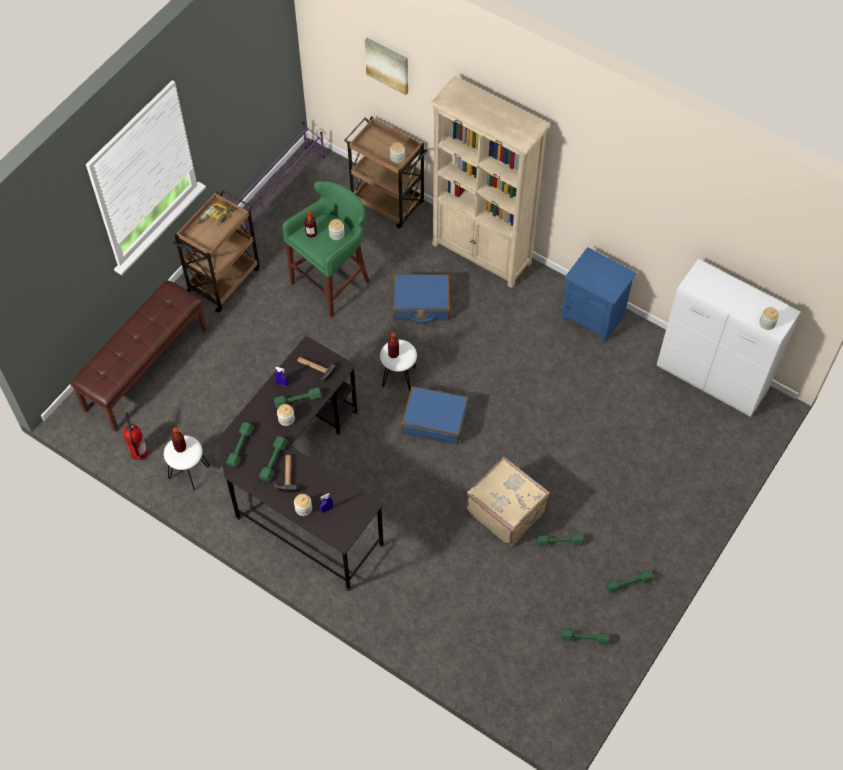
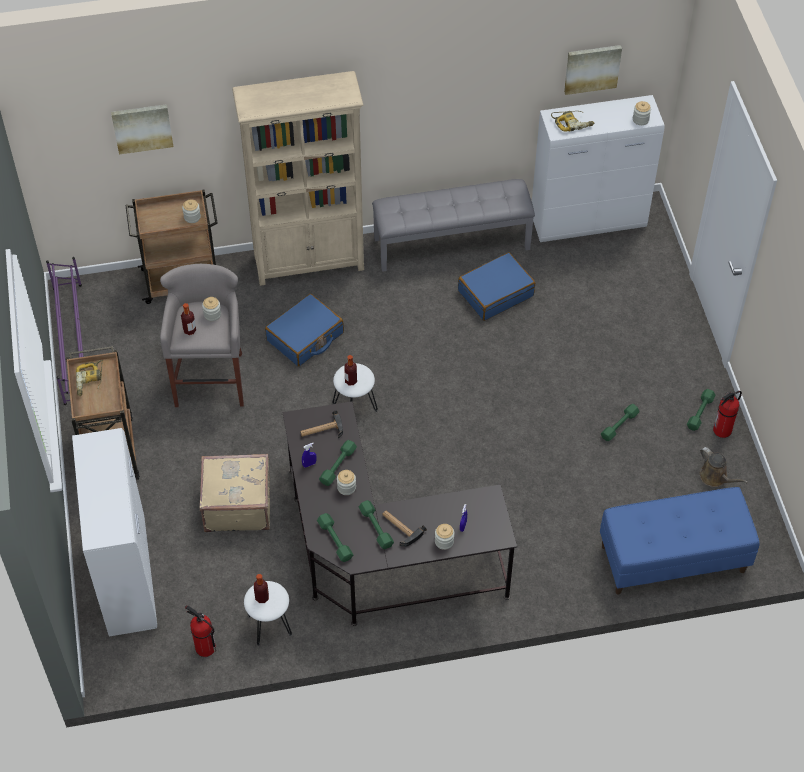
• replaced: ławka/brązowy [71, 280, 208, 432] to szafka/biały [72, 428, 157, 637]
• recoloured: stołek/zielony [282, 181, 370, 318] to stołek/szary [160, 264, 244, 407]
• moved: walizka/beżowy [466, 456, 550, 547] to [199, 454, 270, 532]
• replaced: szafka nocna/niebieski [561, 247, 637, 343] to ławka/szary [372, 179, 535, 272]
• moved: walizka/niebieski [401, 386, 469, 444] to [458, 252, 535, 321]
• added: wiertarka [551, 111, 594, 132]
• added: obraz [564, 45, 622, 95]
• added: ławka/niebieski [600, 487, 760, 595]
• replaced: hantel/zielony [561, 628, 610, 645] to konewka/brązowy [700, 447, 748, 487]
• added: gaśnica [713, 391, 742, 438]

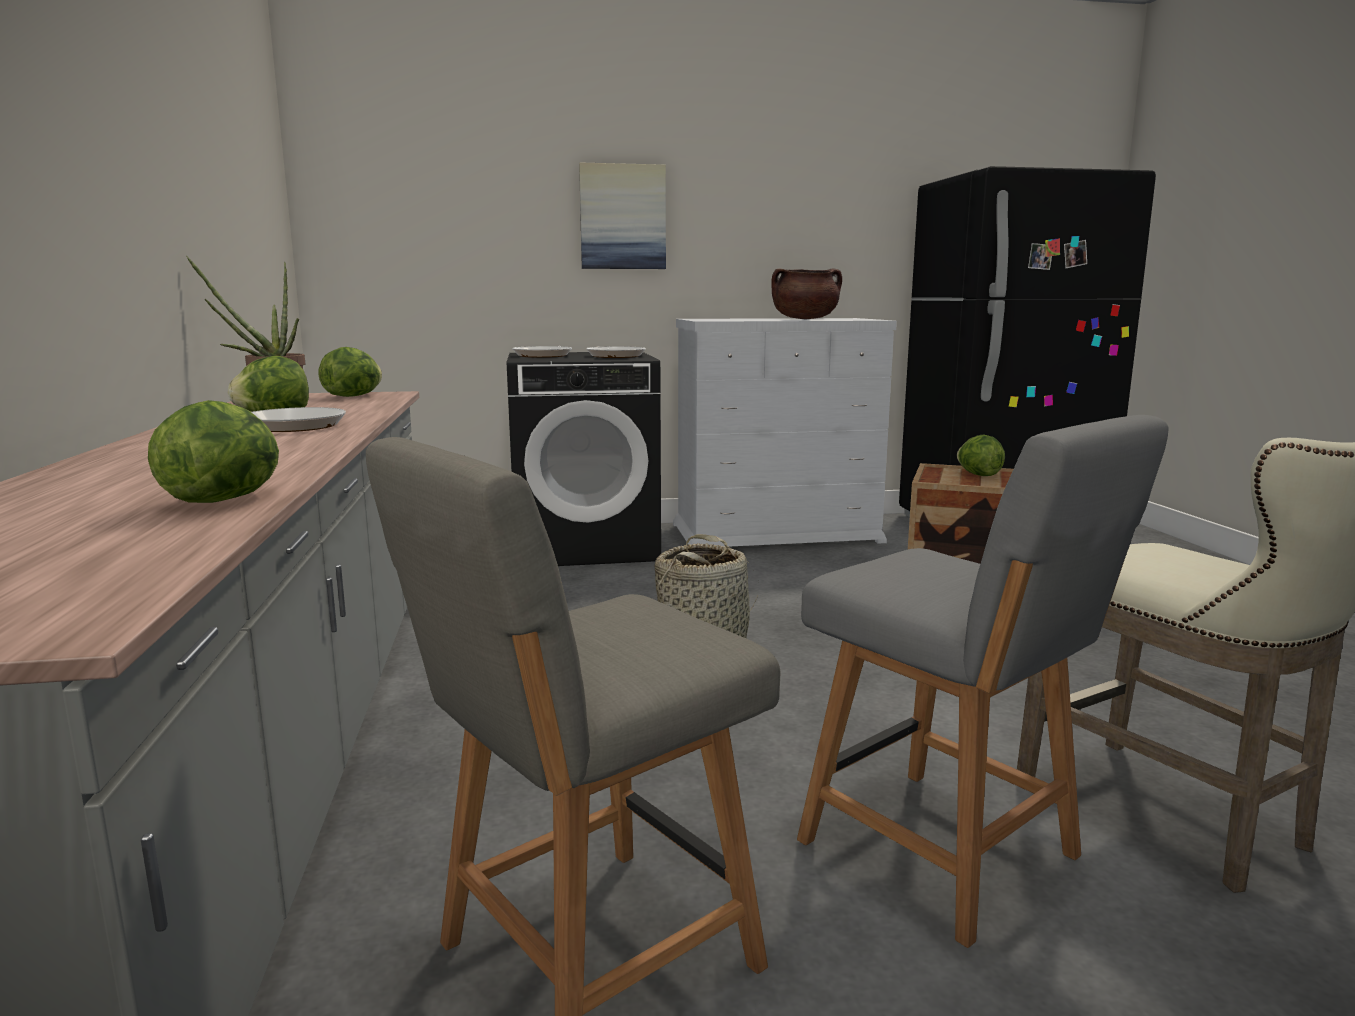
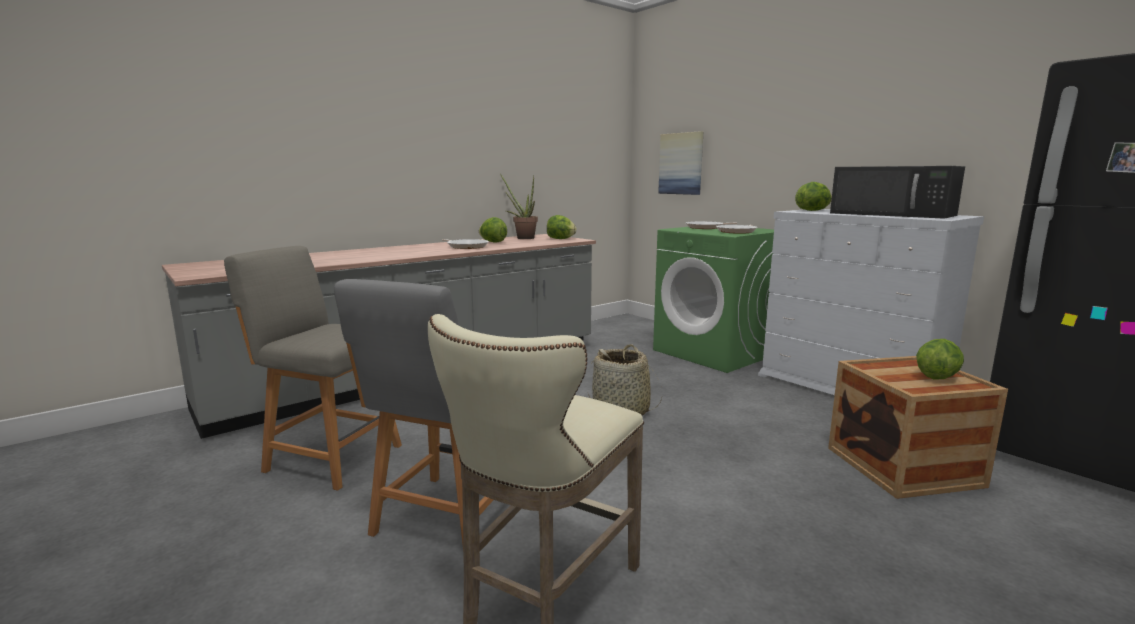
• recoloured: pralka/czarny [507, 352, 661, 566] to pralka/zielony [653, 227, 774, 373]
• moved: obraz [579, 163, 666, 269] to [658, 131, 703, 195]
• moved: sałata [148, 400, 279, 503] to [795, 182, 832, 211]
• replaced: garnek/brązowy [771, 268, 842, 319] to mikrofalówka/czarny [830, 166, 965, 219]

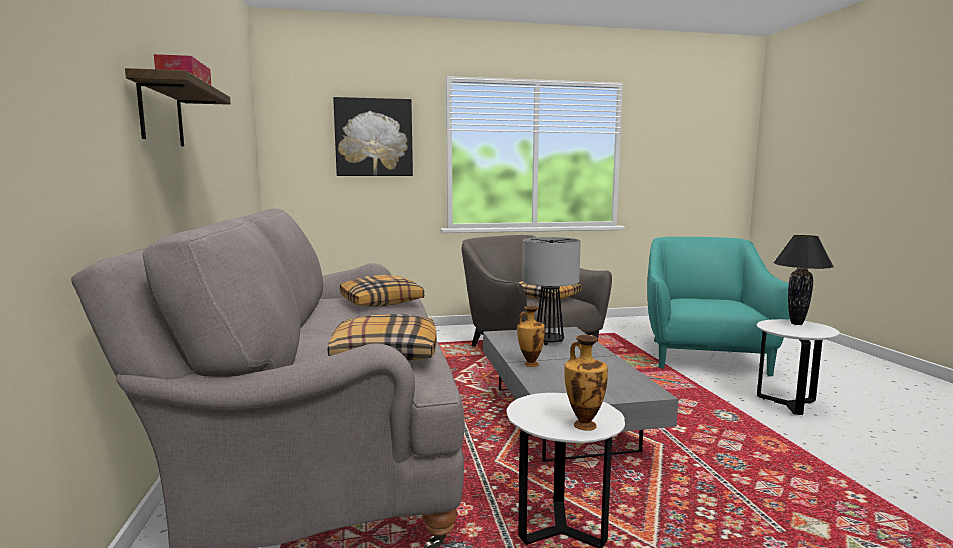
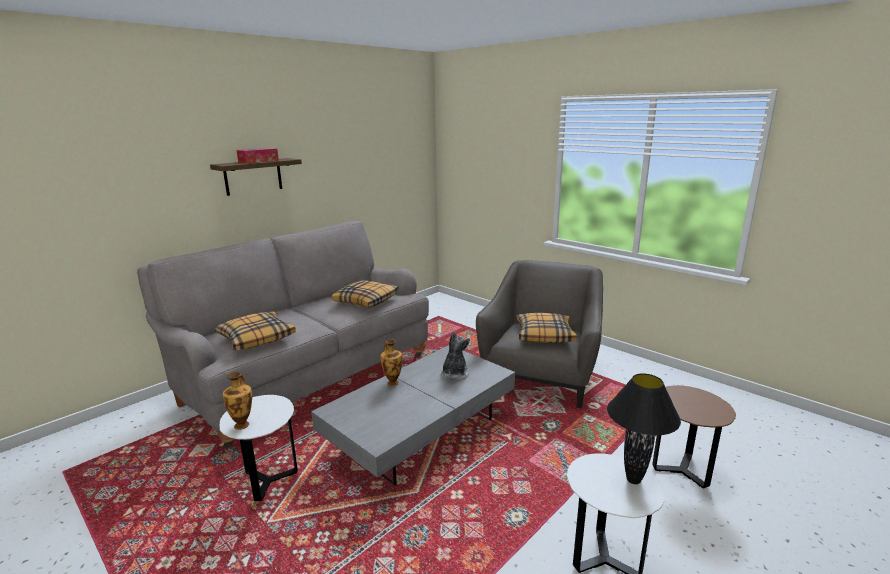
• replaced: lampa stołowa [522, 237, 581, 345] to pluszak [441, 331, 470, 380]
• replaced: fotel/turkusowy [647, 237, 790, 376] to stolik/brązowy [652, 385, 736, 488]
• removed: obraz [333, 97, 413, 176]

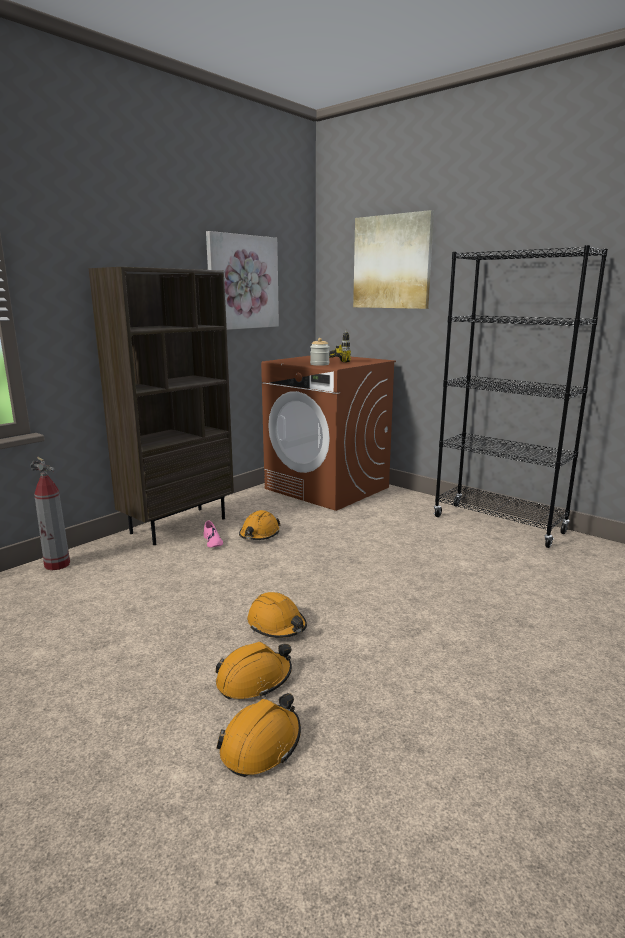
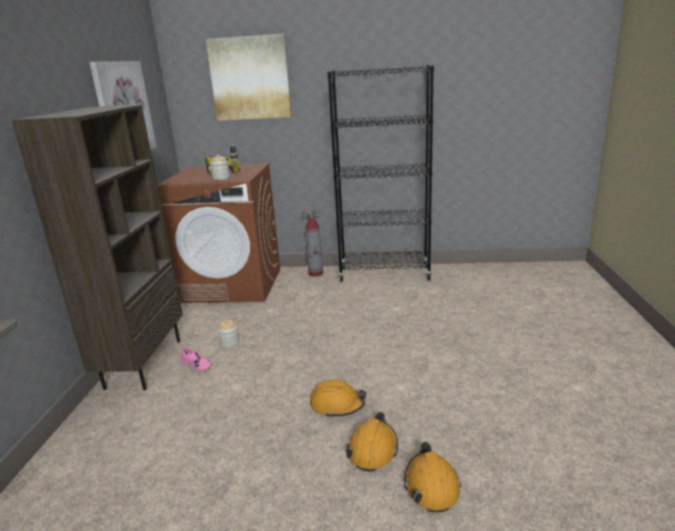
• replaced: kask/pomarańczowy [239, 510, 281, 540] to słoik [218, 320, 239, 348]
• moved: gaśnica [30, 457, 70, 570] to [302, 207, 323, 277]

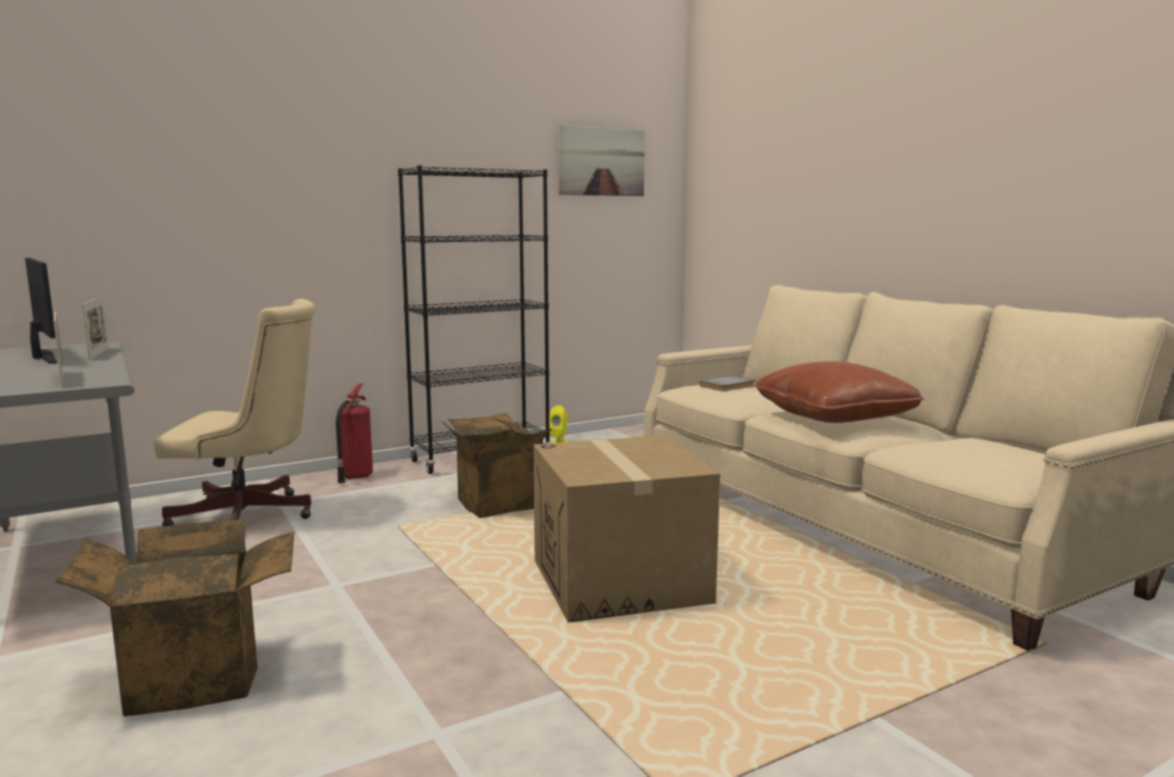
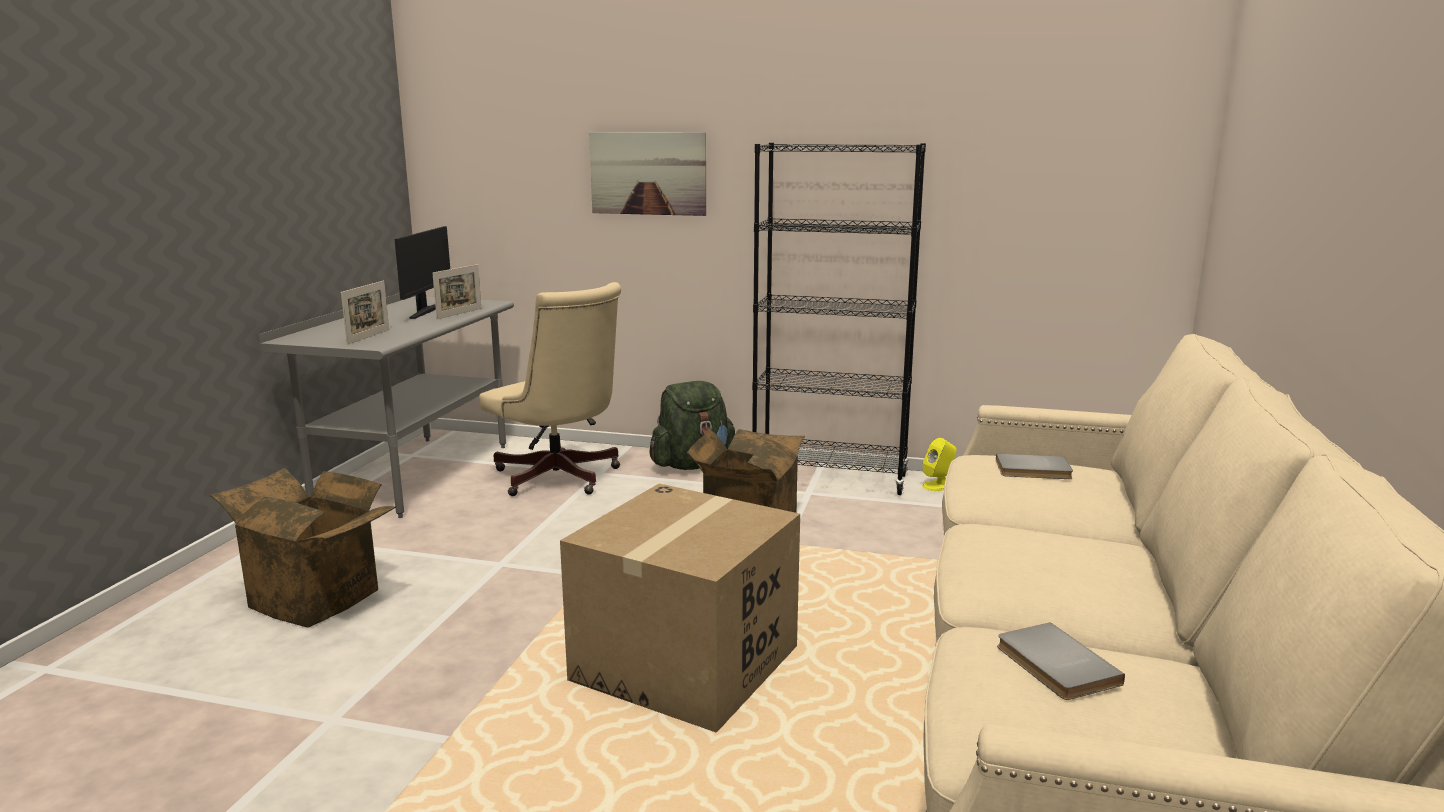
• moved: obraz [558, 125, 645, 196] to [589, 132, 706, 216]
• replaced: gaśnica [336, 383, 373, 483] to plecak/zielony [649, 381, 735, 470]
• added: książka/szary [997, 622, 1125, 700]
• removed: poduszka/brązowy [755, 361, 924, 423]

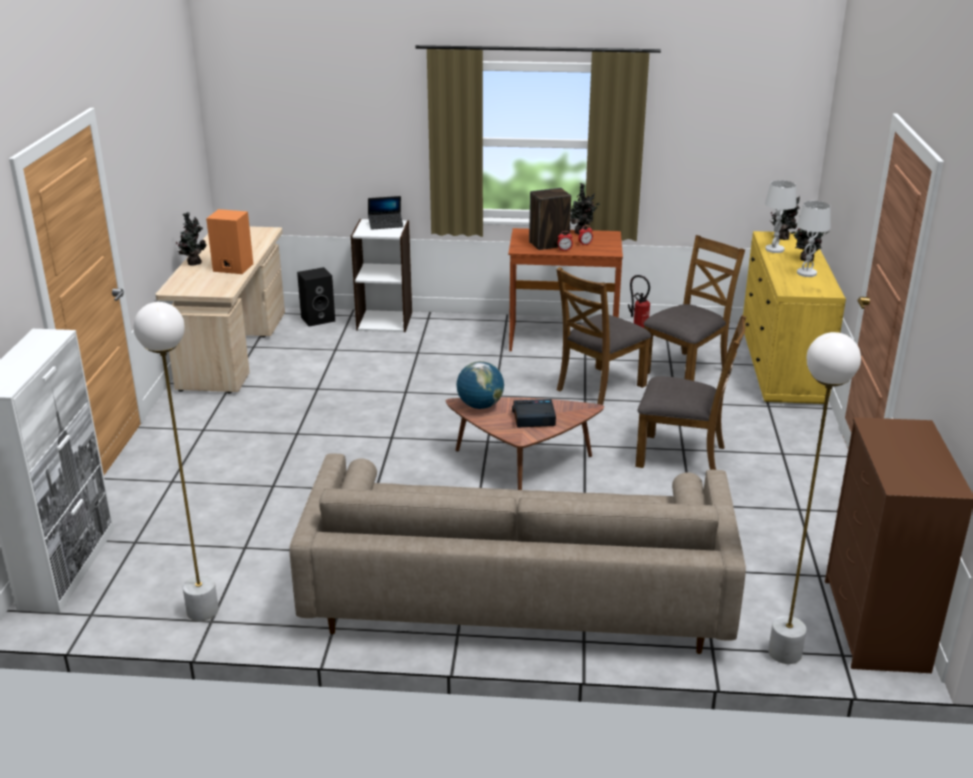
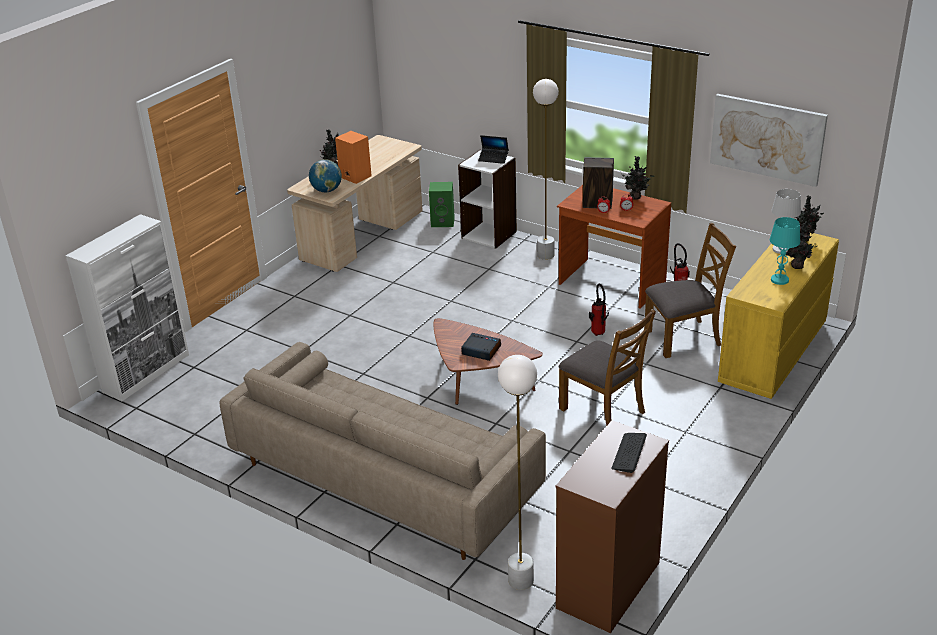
• moved: globus [457, 361, 504, 409] to [309, 159, 342, 192]
• recoloured: głośnik/czarny [297, 267, 335, 327] to głośnik/zielony [429, 182, 455, 227]
• moved: lampa stojąca/biały [134, 302, 219, 621] to [533, 79, 559, 260]
• replaced: krzesło/brązowy [557, 267, 651, 405] to gaśnica [589, 284, 609, 336]
• added: klawiatura [611, 433, 647, 473]
• added: obraz [710, 94, 828, 187]
• recoloured: lampa stołowa/biały [797, 201, 831, 277] to lampa stołowa/turkusowy [770, 217, 800, 285]

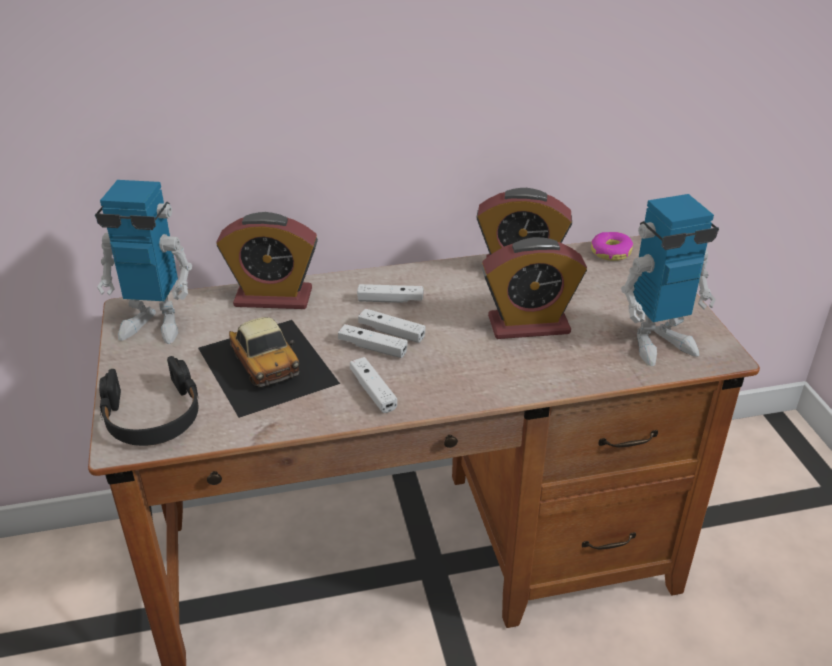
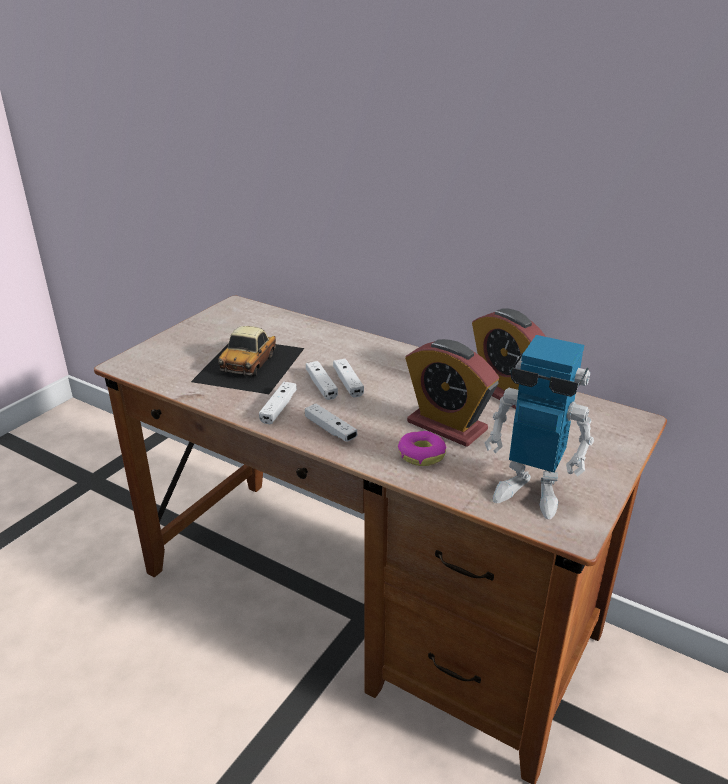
• moved: pad do gier/biały [357, 284, 423, 303] to [305, 403, 357, 442]
• moved: donut [591, 232, 633, 261] to [398, 431, 446, 466]
• removed: robot zabawkowy [95, 180, 192, 344]
• removed: słuchawki/czarny [99, 356, 199, 446]
• removed: budzik [216, 212, 318, 309]

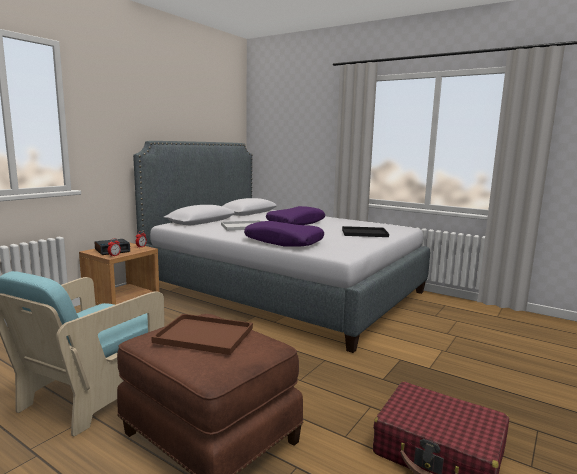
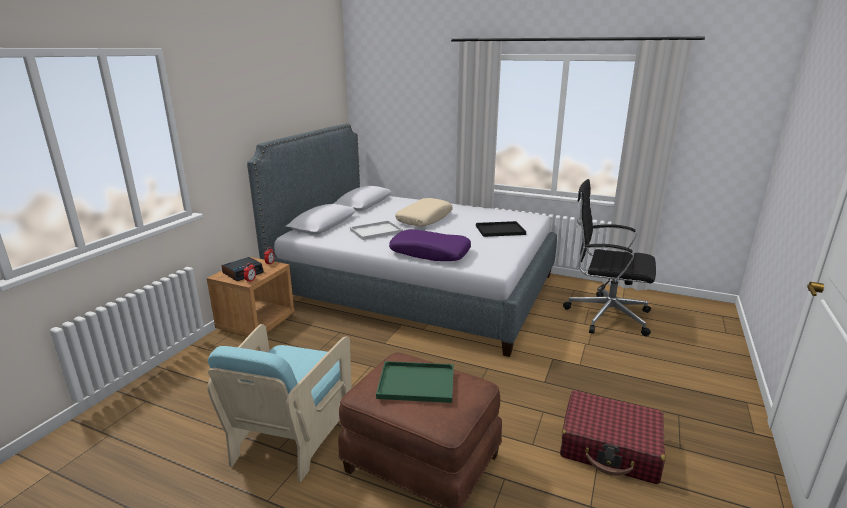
• recoloured: taca/brązowy [151, 314, 253, 355] to taca/zielony [376, 361, 454, 403]
• recoloured: poduszka/fioletowy [266, 206, 325, 225] to poduszka/beżowy [395, 198, 453, 227]
• added: krzesło biurowe/czarny [563, 179, 656, 336]

